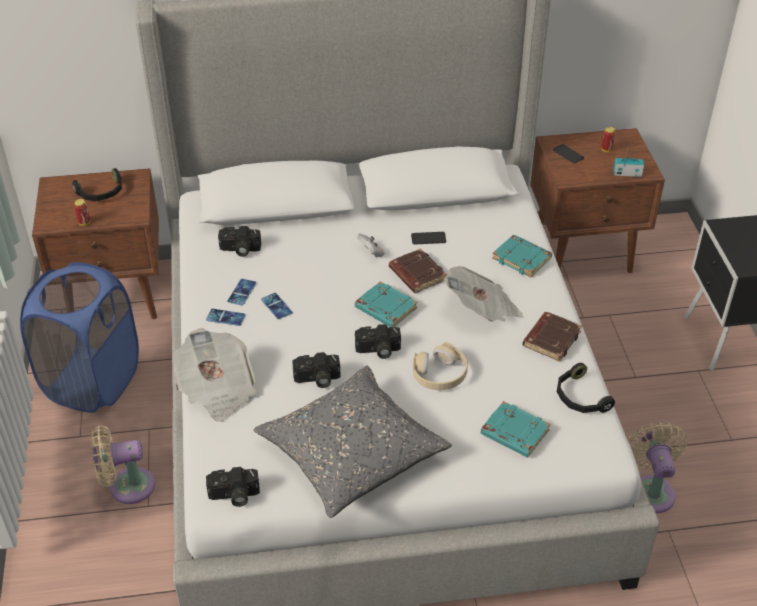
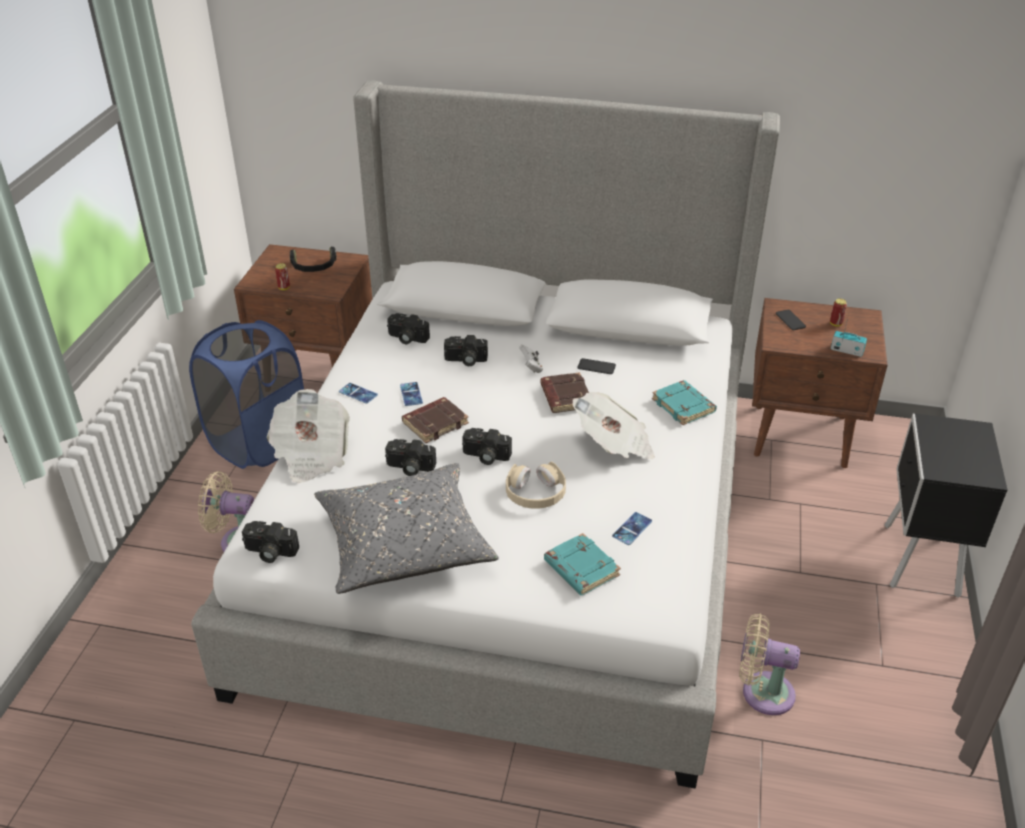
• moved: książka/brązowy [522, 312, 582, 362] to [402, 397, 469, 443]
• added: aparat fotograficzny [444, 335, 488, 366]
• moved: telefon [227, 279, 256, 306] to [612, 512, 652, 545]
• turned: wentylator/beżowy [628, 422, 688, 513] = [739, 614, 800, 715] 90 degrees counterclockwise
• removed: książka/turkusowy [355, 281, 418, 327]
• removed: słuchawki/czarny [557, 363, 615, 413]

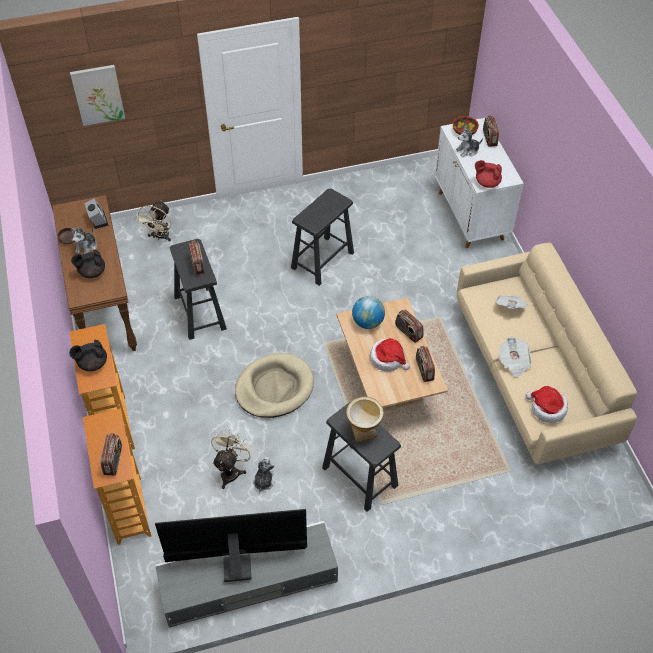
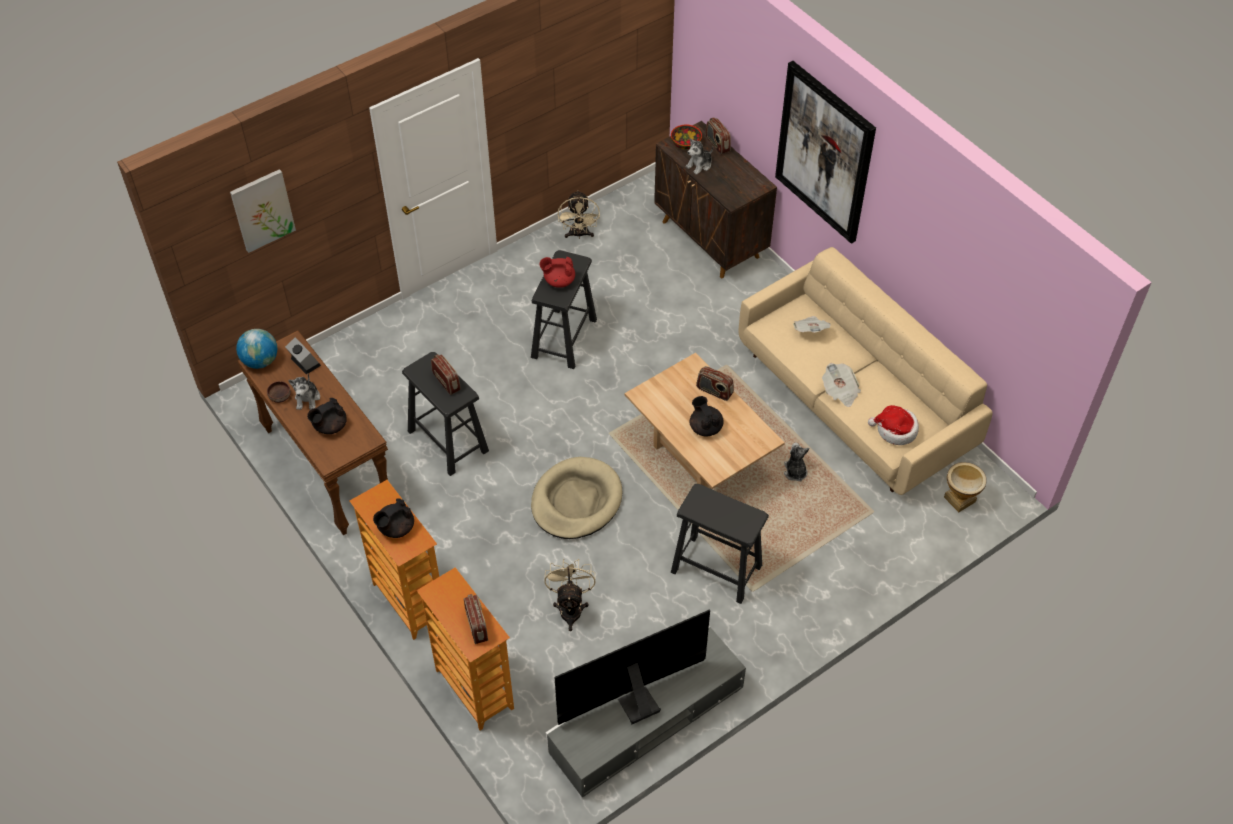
• moved: globus [352, 296, 385, 329] to [236, 329, 277, 369]
• moved: imbryk/czerwony [475, 160, 502, 188] to [540, 257, 575, 288]
• moved: wentylator/beżowy [136, 201, 172, 242] to [558, 190, 600, 239]
• recoloured: szafka/biały [435, 118, 524, 248] to szafka/brązowy [654, 121, 777, 278]
• replaced: kapelusz [370, 338, 410, 371] to imbryk/czarny [690, 396, 724, 436]
• added: obraz [775, 61, 876, 244]
• moved: pluszak [253, 456, 274, 492] to [784, 442, 809, 482]
• moved: wazon [346, 397, 384, 442] to [944, 462, 987, 512]
• removed: radio [416, 346, 435, 382]

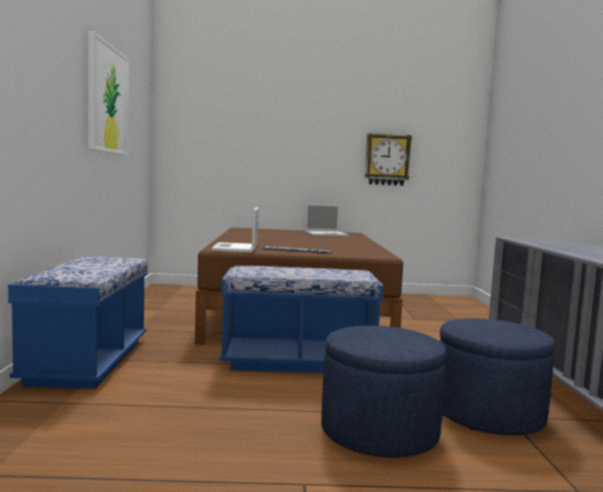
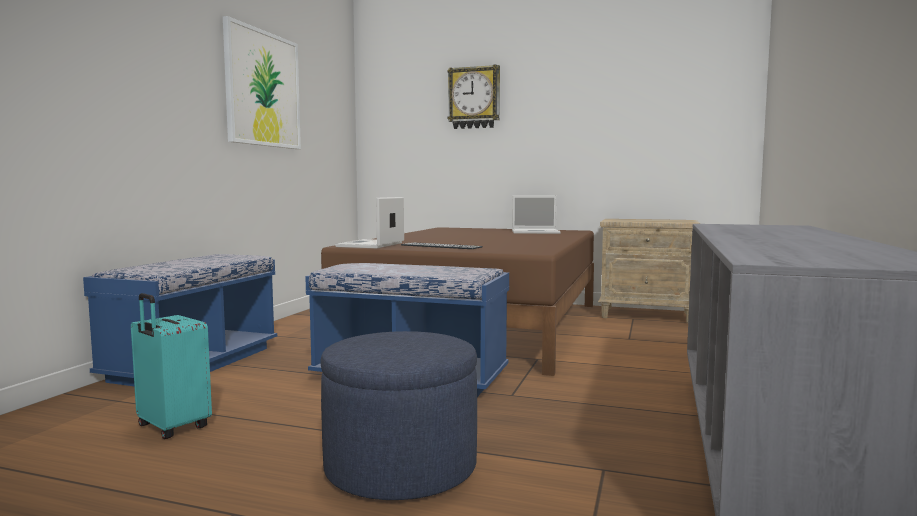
• added: walizka/turkusowy [131, 293, 212, 439]
• moved: zegar ścienny [365, 133, 412, 186] to [447, 65, 500, 129]
• added: szafka nocna/beżowy [598, 219, 701, 323]
• removed: pufa/niebieski [440, 318, 555, 435]

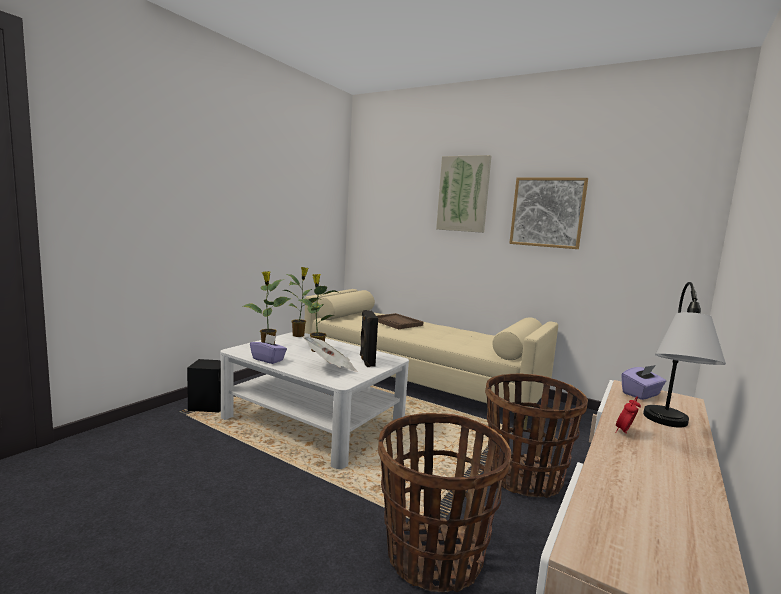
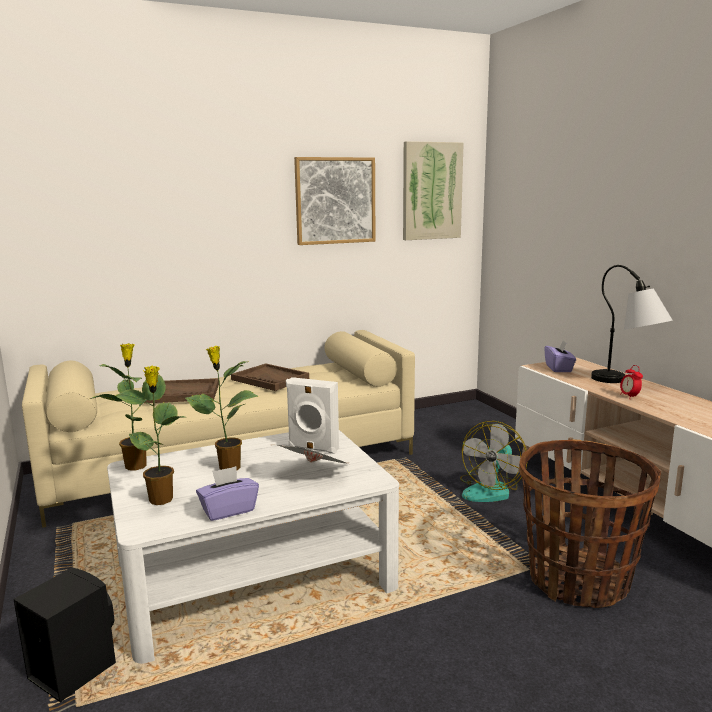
• added: taca/brązowy [231, 363, 309, 391]
• recoloured: głośnik/czarny [360, 310, 378, 367] to głośnik/biały [286, 377, 339, 454]
• moved: obraz [436, 155, 491, 233] to [403, 141, 464, 240]
• replaced: koszyk [485, 374, 588, 498] to wentylator [460, 421, 527, 502]

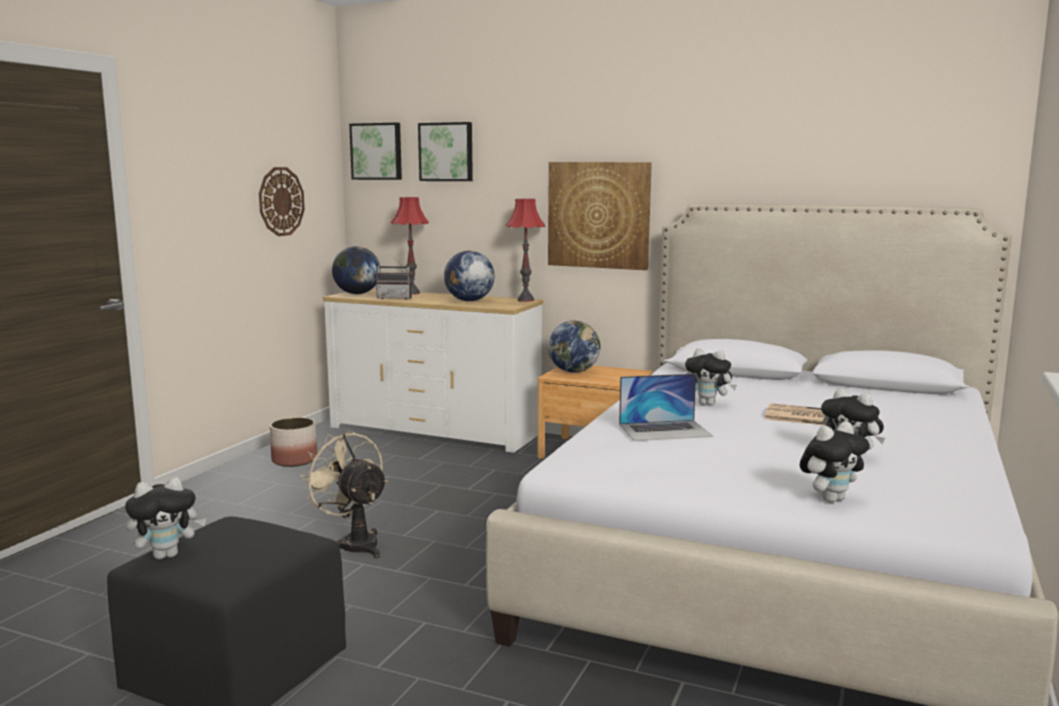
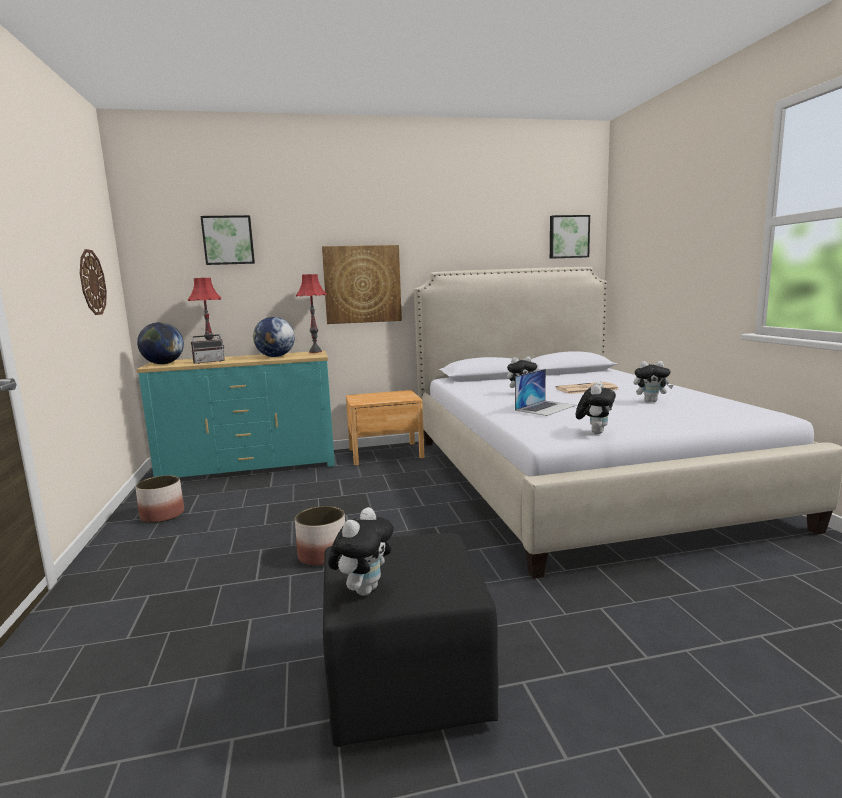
• recoloured: komoda/biały [323, 289, 543, 453] to komoda/turkusowy [137, 351, 335, 477]
• replaced: wentylator/beżowy [300, 430, 388, 558] to donica [295, 506, 345, 566]
• moved: obraz [349, 123, 402, 180] to [550, 215, 590, 259]
• moved: pluszak [800, 422, 870, 502] to [576, 381, 616, 434]
• removed: globus [548, 321, 600, 373]

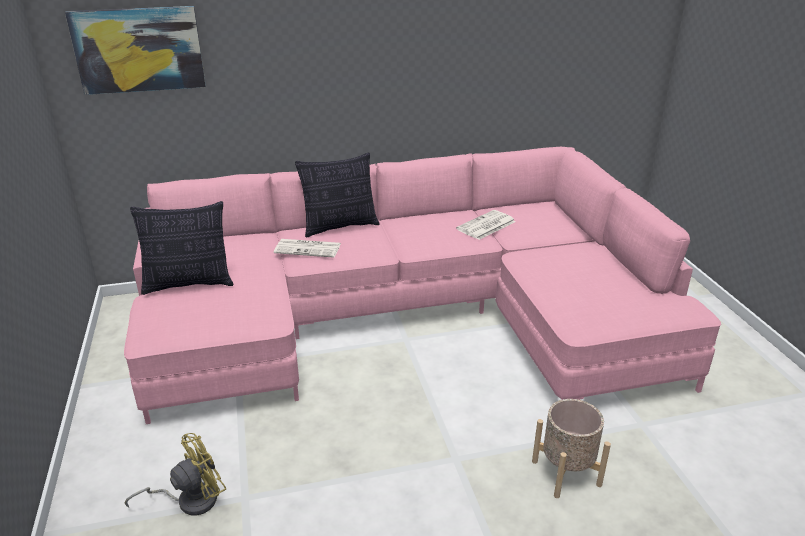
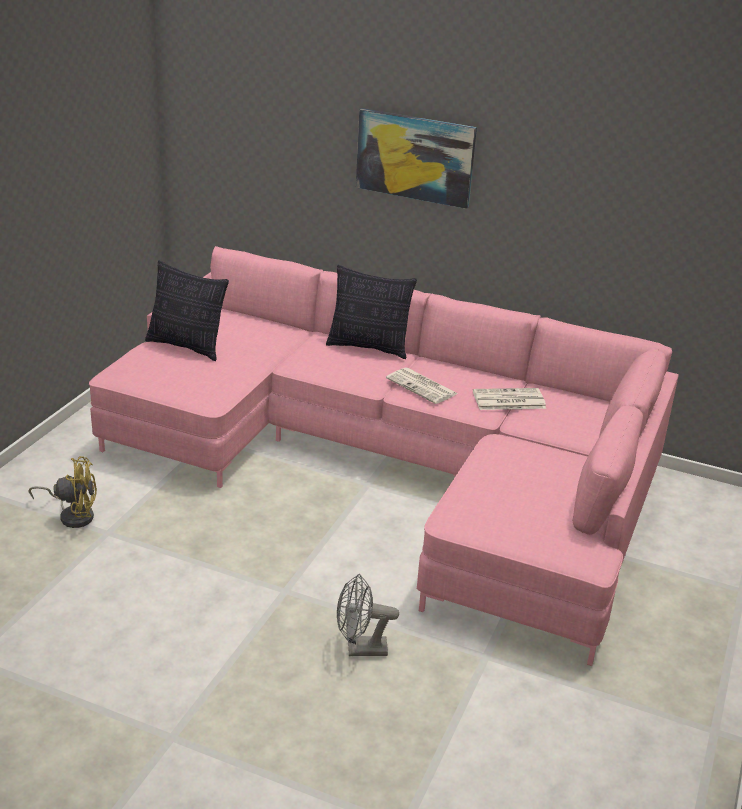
• replaced: donica/beżowy [532, 399, 611, 498] to wentylator/szary [337, 574, 399, 656]
• moved: obraz [65, 6, 206, 95] to [356, 108, 477, 209]
• moved: gazeta [274, 239, 341, 258] to [386, 367, 457, 404]

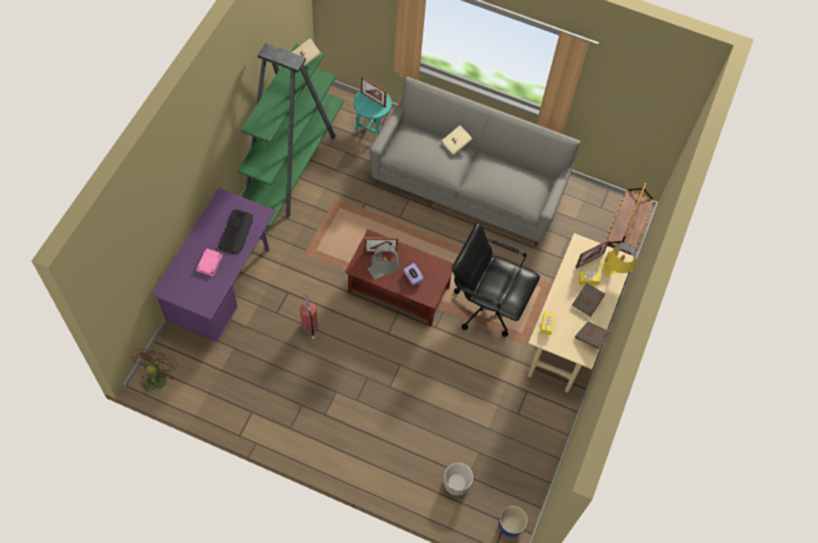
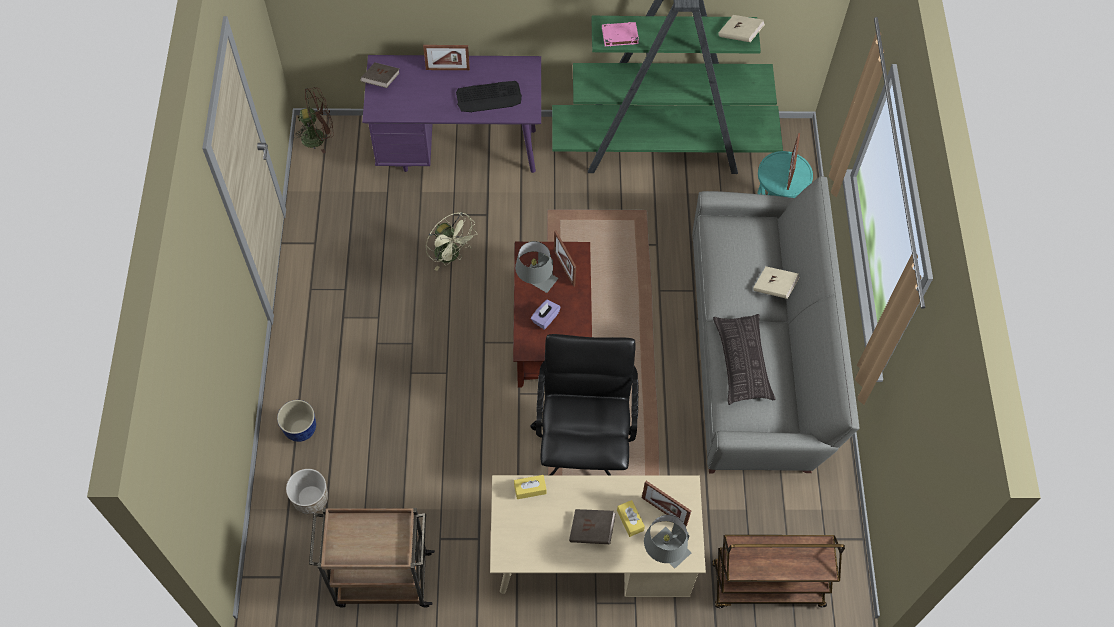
• moved: donica [499, 506, 528, 537] to [277, 400, 316, 442]
• added: wózek/brązowy [309, 508, 435, 608]
• moved: książka/brązowy [575, 322, 611, 349] to [361, 62, 400, 88]
• added: ramka na zdjęcie [423, 45, 470, 70]
• replaced: gaśnica [300, 295, 318, 339] to wentylator/zielony [426, 212, 477, 271]
• moved: książka/różowy [196, 248, 223, 276] to [602, 22, 639, 46]
• recoloured: lampa stołowa/żółty [599, 242, 637, 277] to lampa stołowa/szary [644, 515, 691, 568]
• added: poduszka [713, 314, 776, 405]

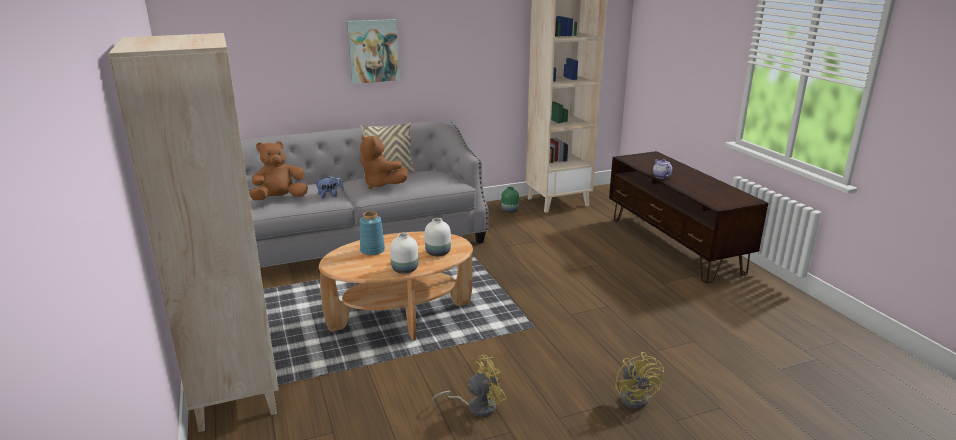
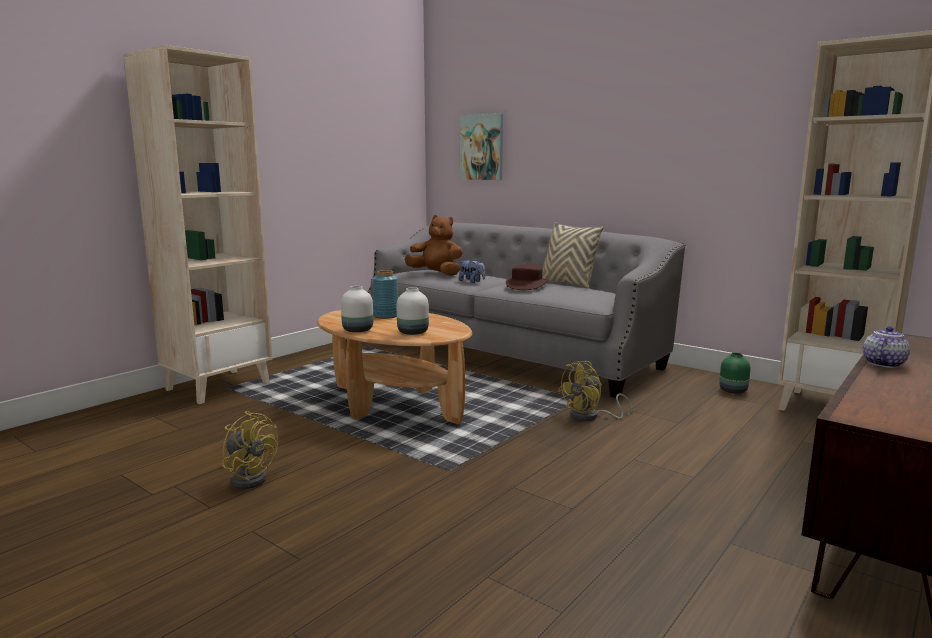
• moved: obraz [347, 19, 399, 84] to [460, 113, 503, 180]
• replaced: pluszak/brązowy [360, 135, 407, 189] to kapelusz/brązowy [506, 264, 548, 290]
• moved: wentylator/żółty [615, 352, 664, 409] to [557, 361, 632, 421]

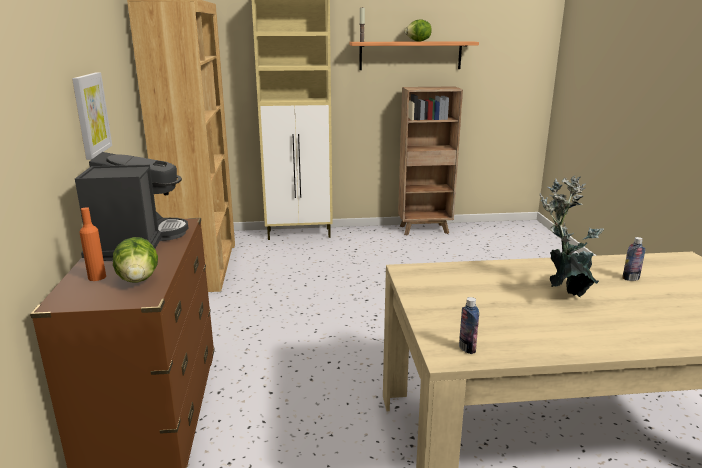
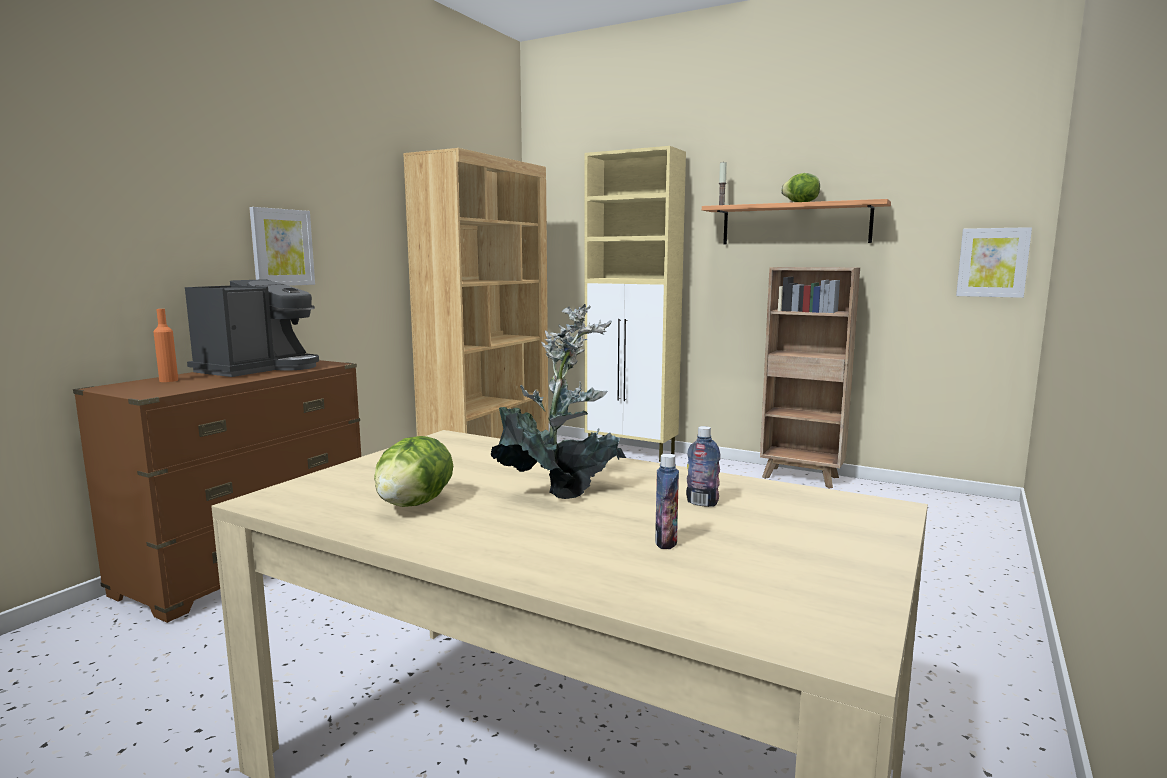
• moved: sałata [113, 237, 158, 283] to [374, 436, 453, 507]
• moved: butelka [459, 297, 479, 354] to [655, 454, 679, 549]
• added: obraz [956, 227, 1032, 298]

